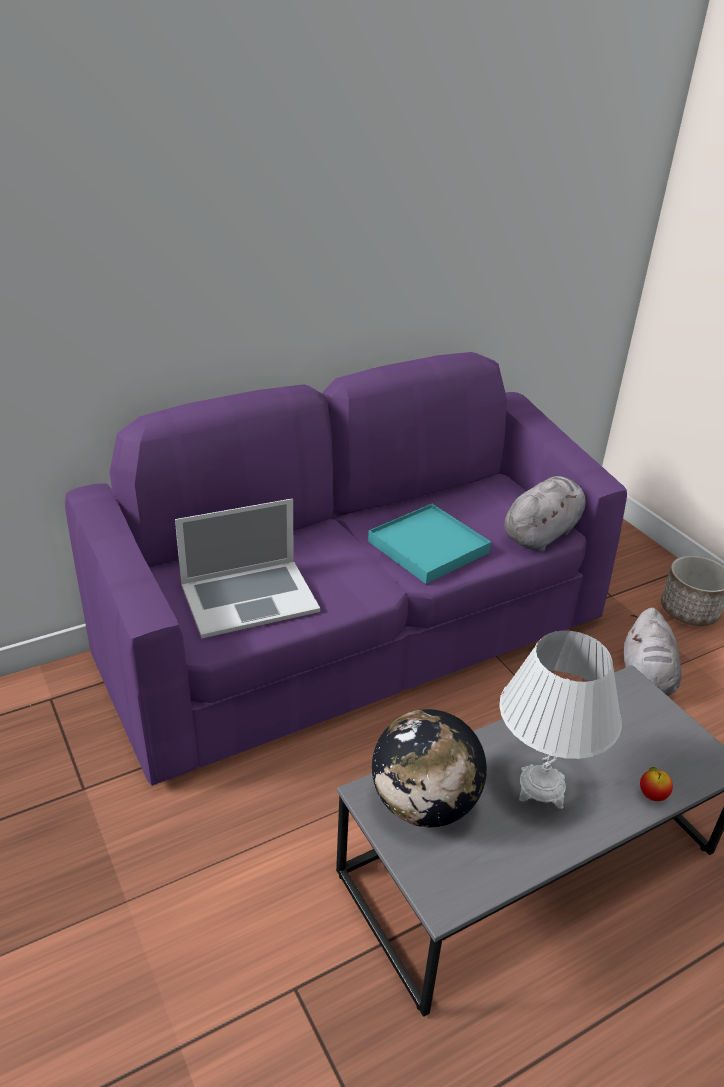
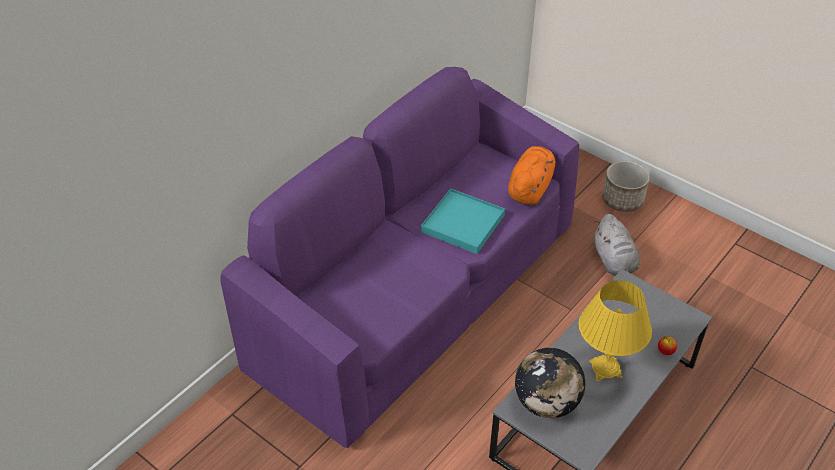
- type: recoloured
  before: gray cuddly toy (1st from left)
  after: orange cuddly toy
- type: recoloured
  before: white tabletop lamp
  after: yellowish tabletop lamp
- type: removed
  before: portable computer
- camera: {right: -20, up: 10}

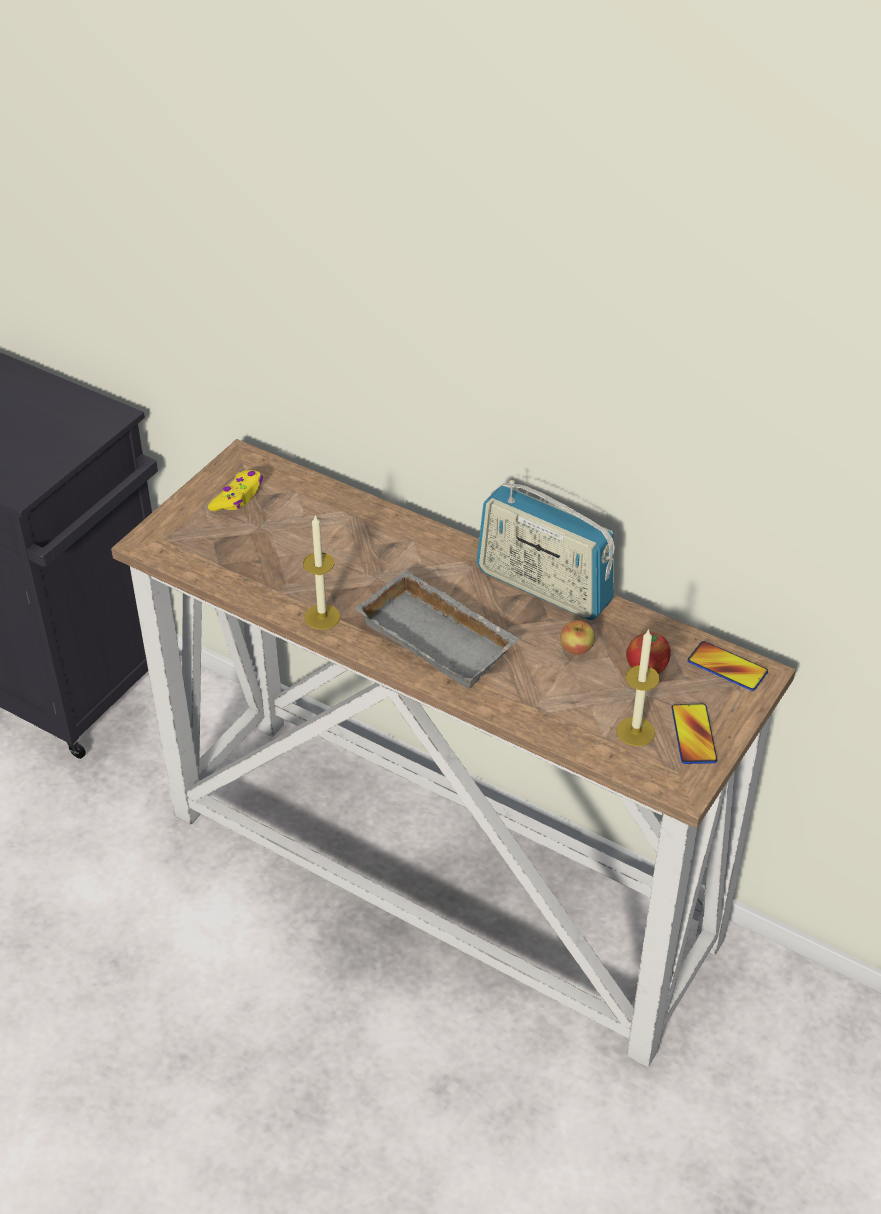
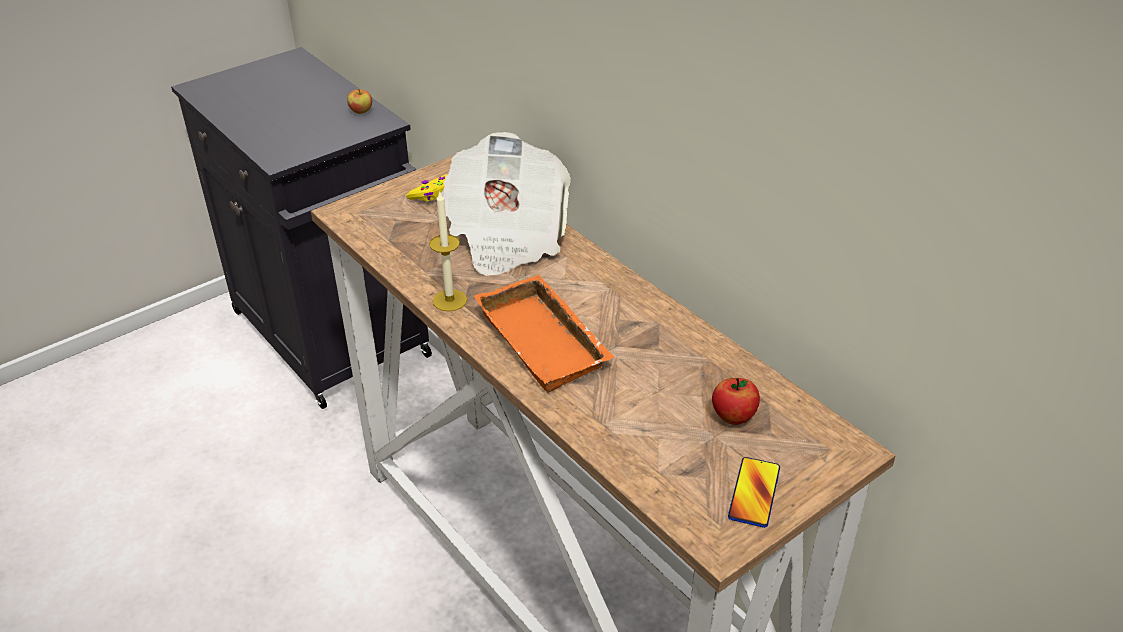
- type: moved
  before: apple (1st from left)
- type: added
  after: printed paper
- type: recoloured
  before: gray serving tray
  after: orange serving tray
- type: removed
  before: radio receiver
- type: removed
  before: candle (2nd from left)
- type: removed
  before: telephone (2nd from left)
- camera: {right: 20, up: -5}

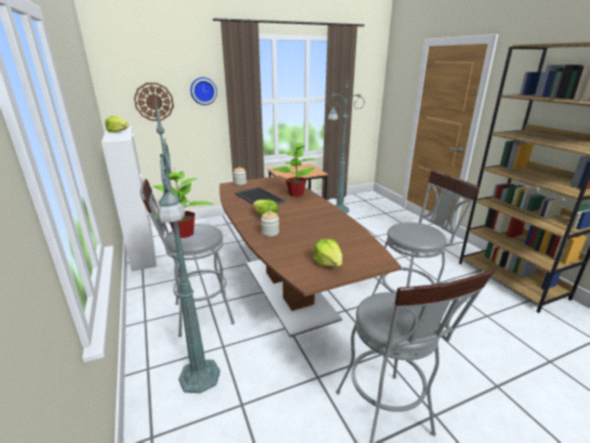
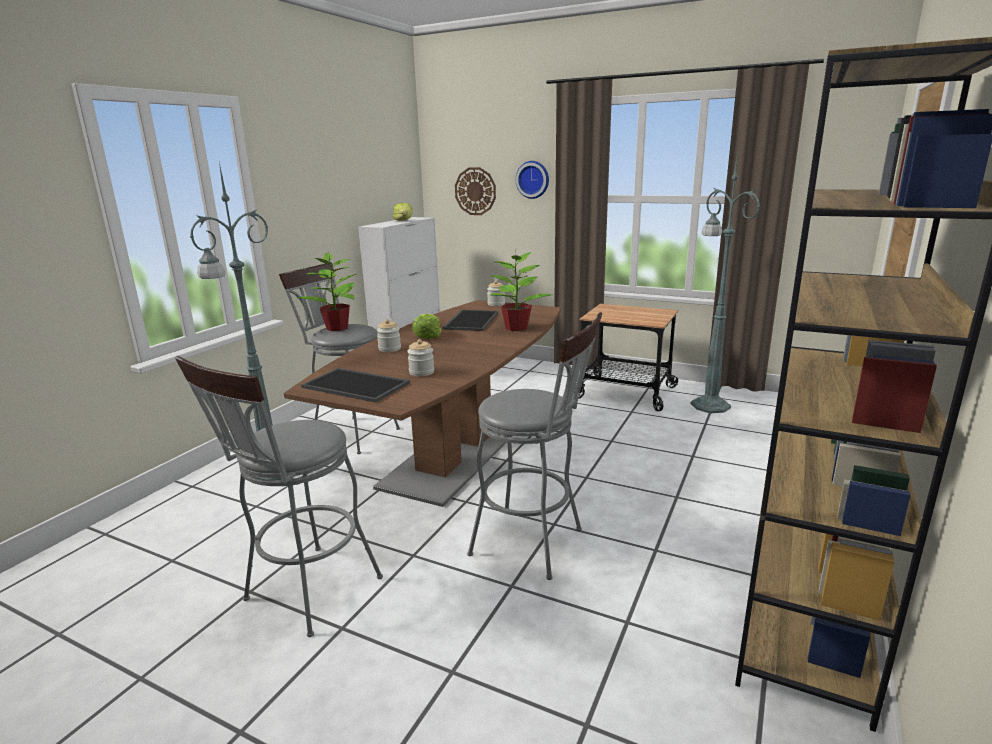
- type: replaced
  before: head of lettuce (3rd from left)
  after: serving tray (1st from left)
- type: added
  after: preserve jar (2nd from left)
- camera: {right: 50, up: -5}

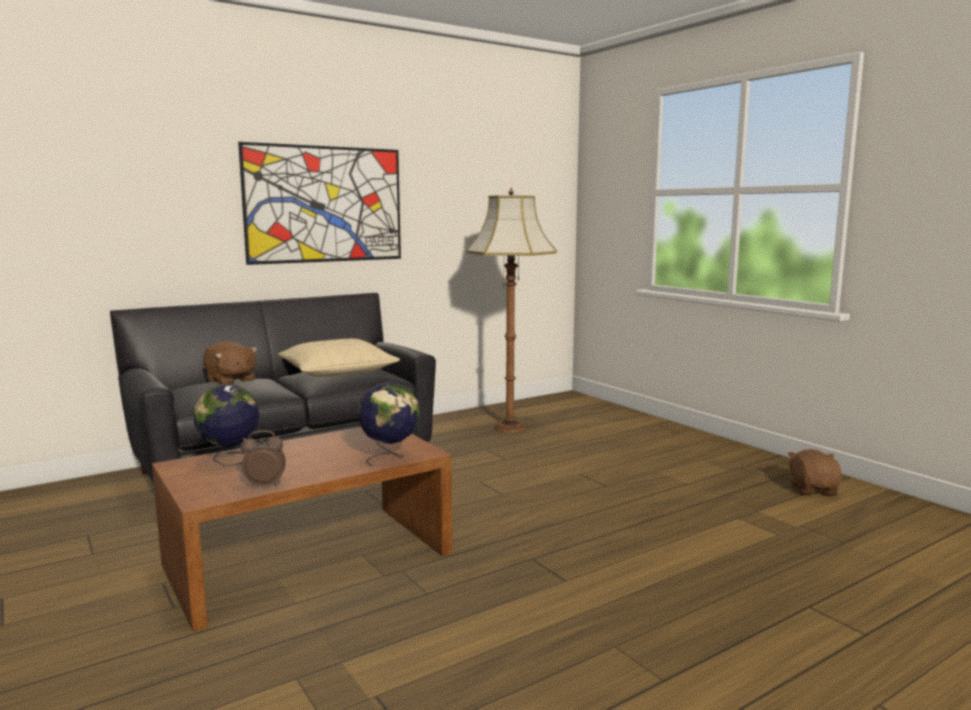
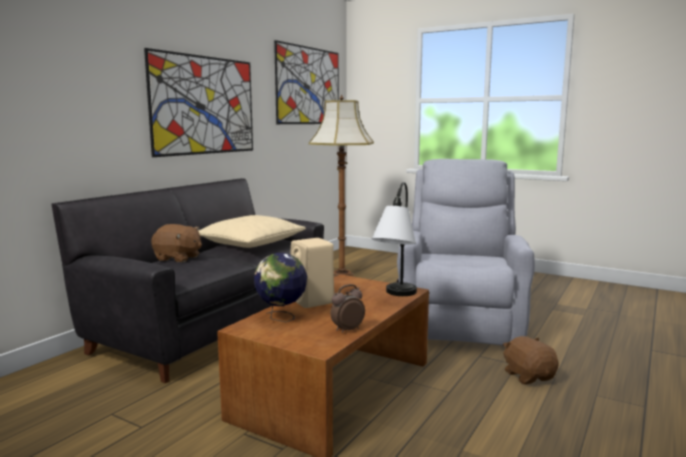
- type: added
  after: wall picture (2nd from left)
- type: added
  after: beige audio speaker
- type: replaced
  before: globe (2nd from left)
  after: tabletop lamp
- type: added
  after: gray lounge chair
- type: moved
  before: brownish cuddly toy (2nd from left)
- camera: {right: -25, up: 0}

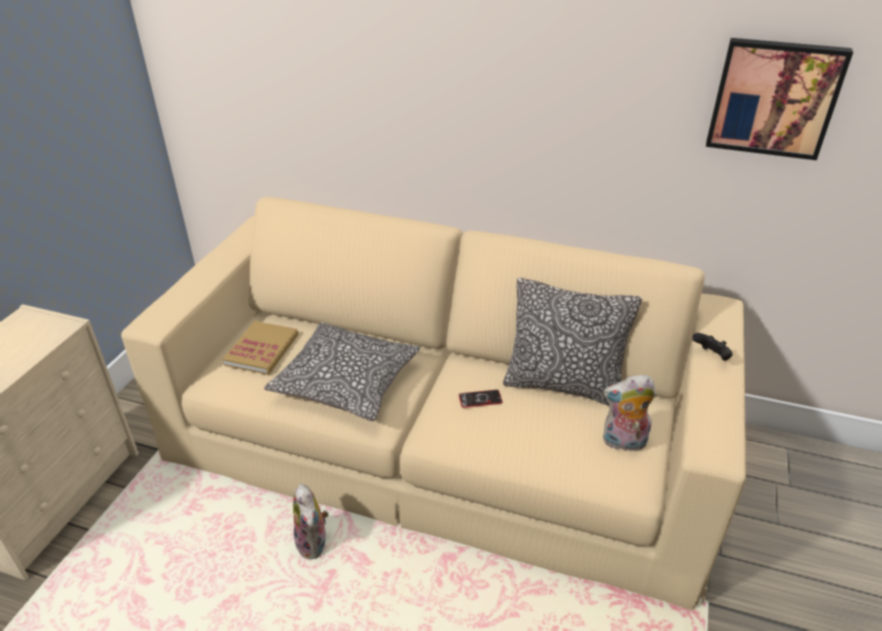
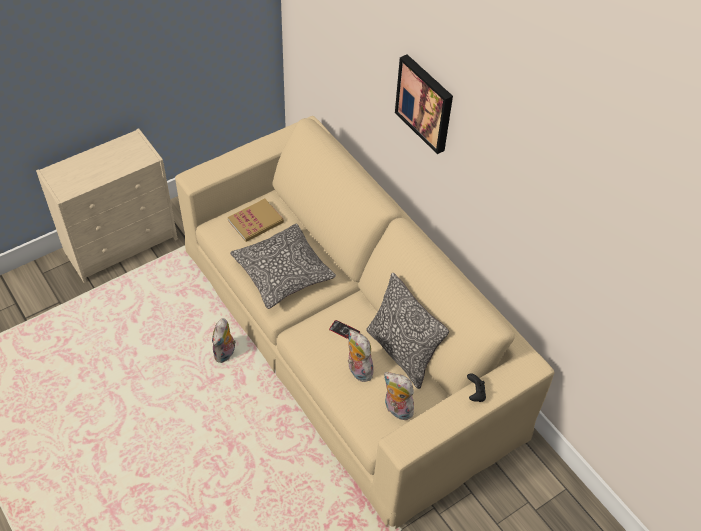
- type: added
  after: cuddly toy (2nd from left)
- type: moved
  before: wall picture
- camera: {right: 35, up: 15}

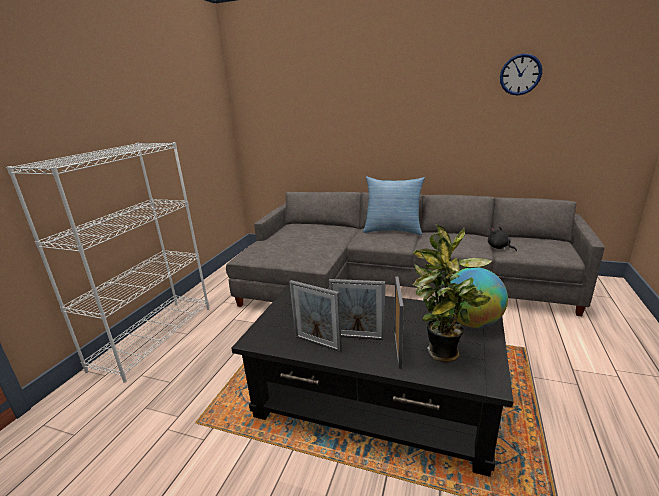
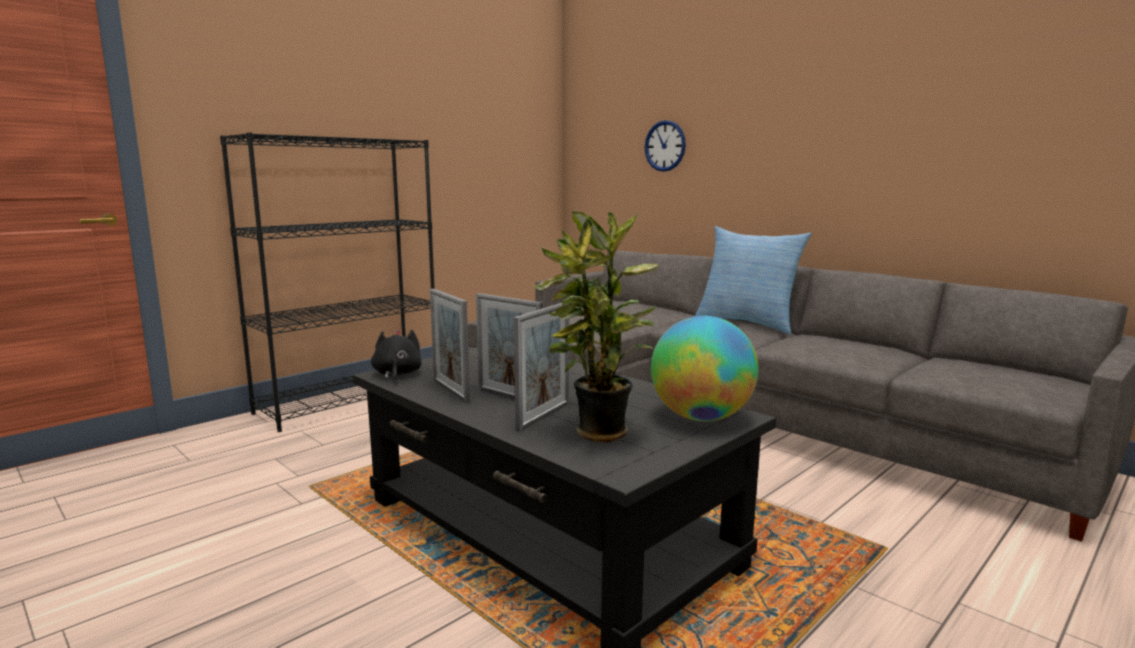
- type: recoloured
  before: white bookcase
  after: blackish bookcase
- type: moved
  before: blackish cuddly toy
- type: moved
  before: hanging clock
- camera: {right: 25, up: -10}

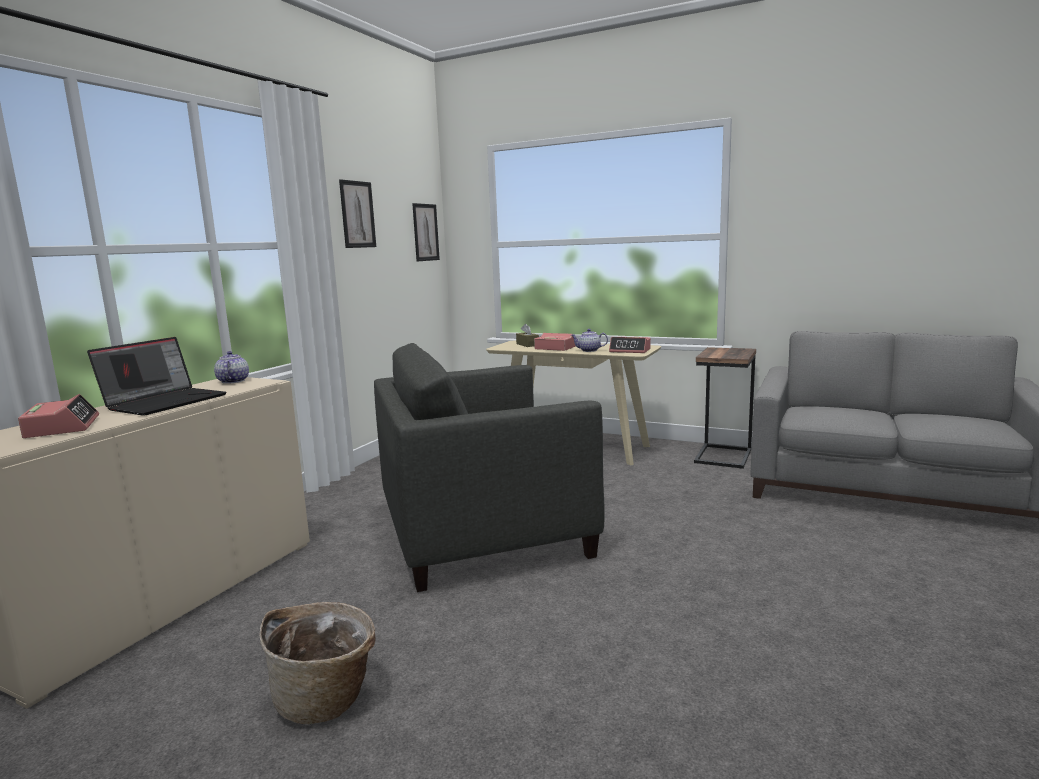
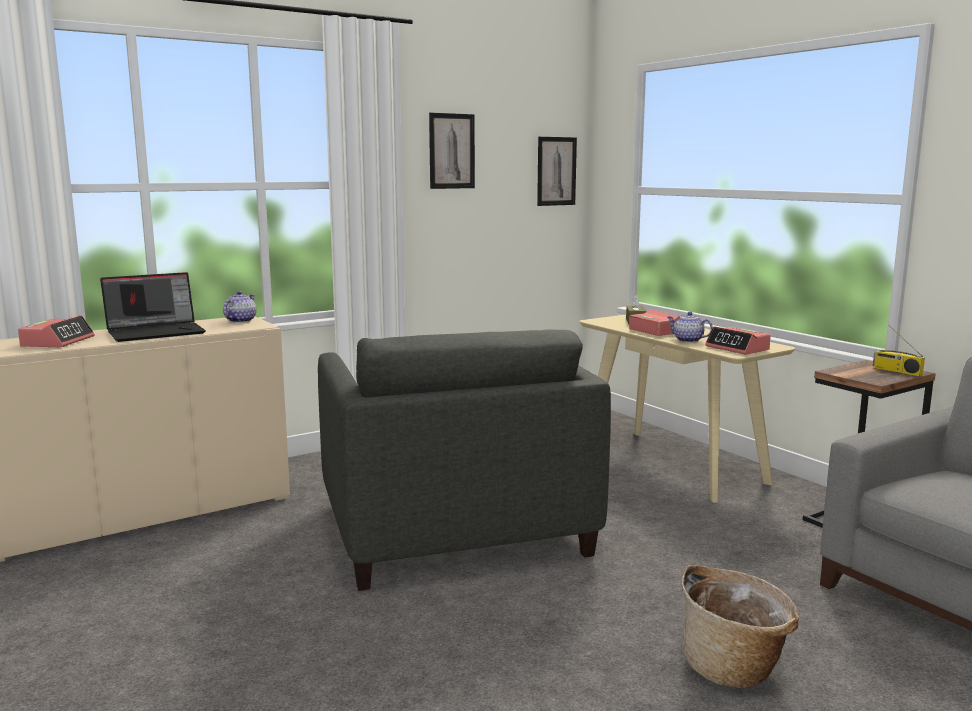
- type: turned
  before: gray lounge chair
  turn: -120
- type: moved
  before: basket
- type: added
  after: radio receiver
- camera: {right: 30, up: 0}

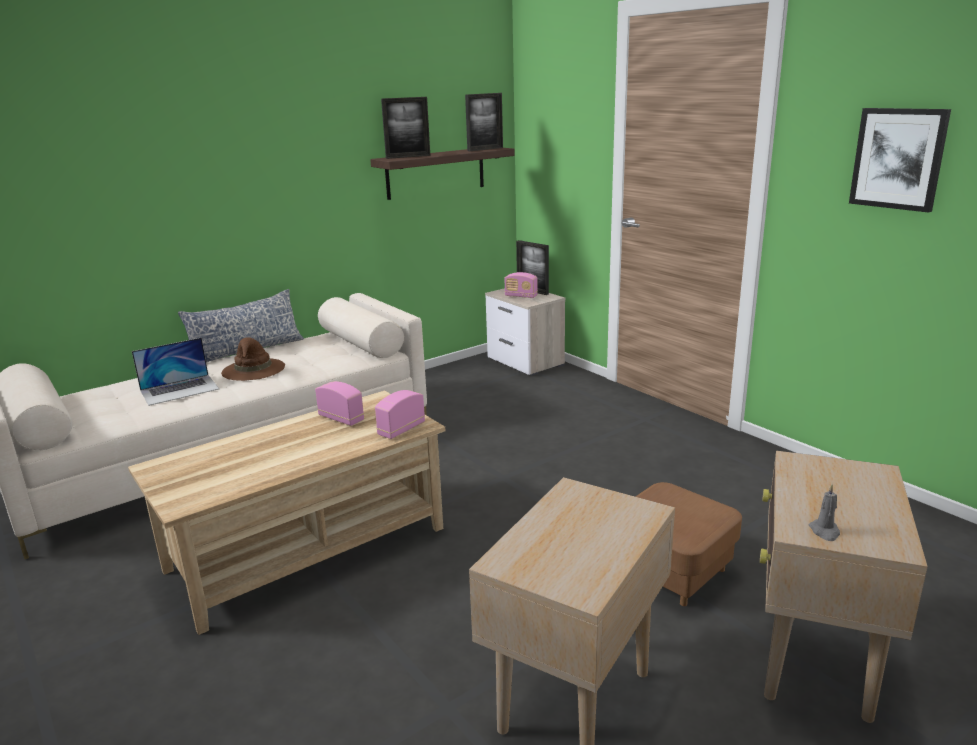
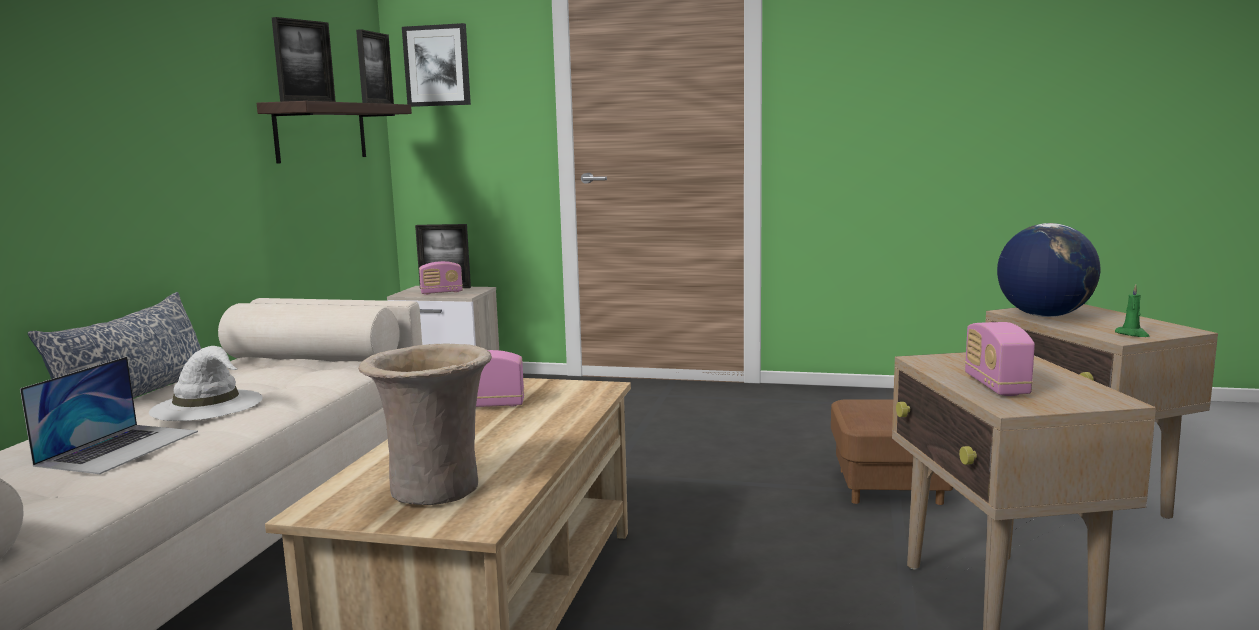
- type: recoloured
  before: brownish wearable hat
  after: white wearable hat
- type: added
  after: beige flower vase
- type: moved
  before: wall picture
- type: moved
  before: radio receiver (2nd from left in the first image)
  after: radio receiver (3rd from left)
- type: added
  after: globe
- type: recoloured
  before: gray candle
  after: green-coloured candle
- camera: {right: -40, up: -10}

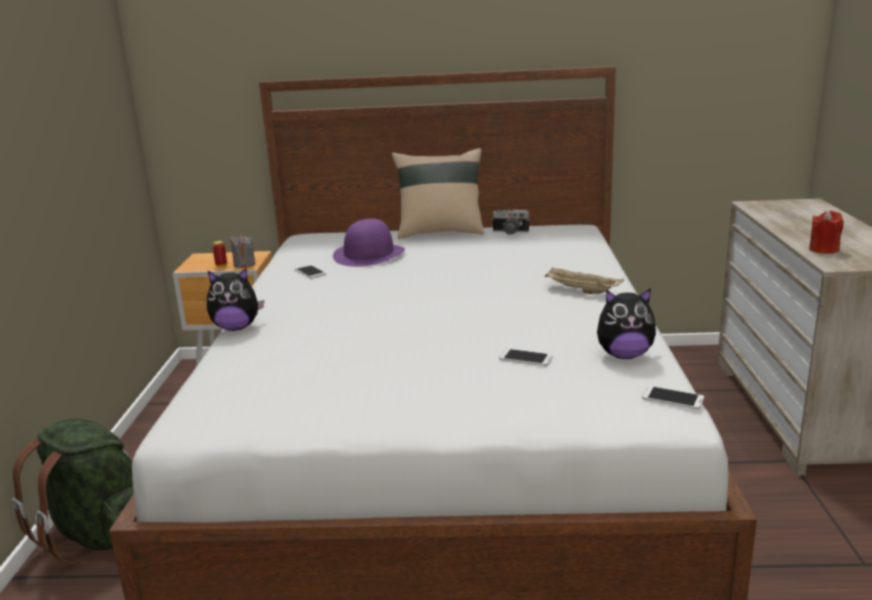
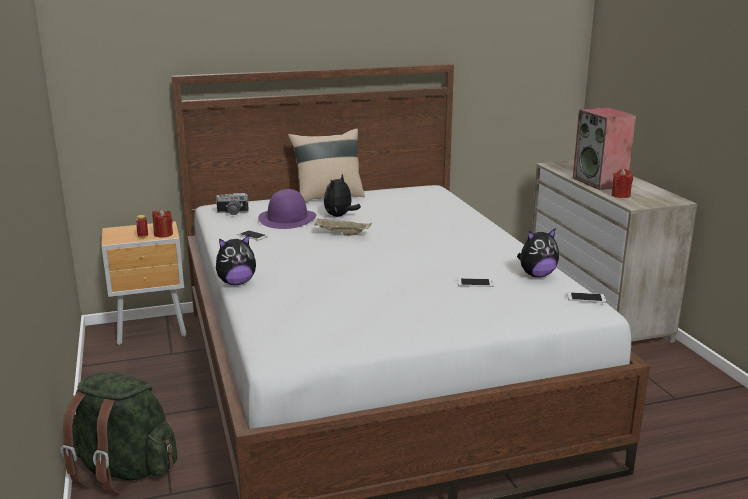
- type: recoloured
  before: gray candle
  after: red-coloured candle (1st from left)
- type: moved
  before: photo camera
- type: moved
  before: beige serving tray
- type: added
  after: cuddly toy (2nd from left)
- type: added
  after: audio speaker
- camera: {right: -20, up: 0}

